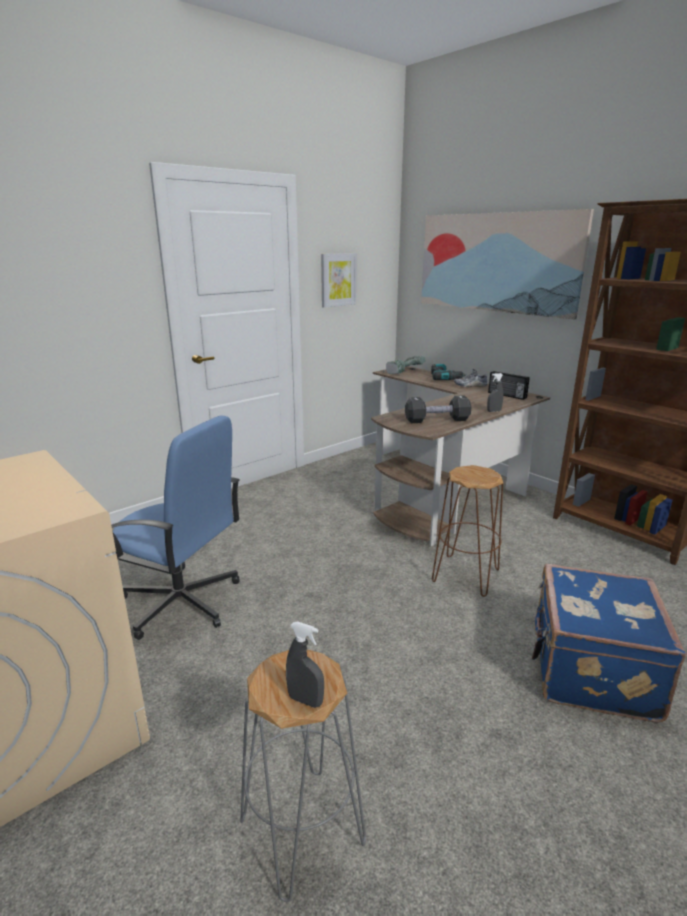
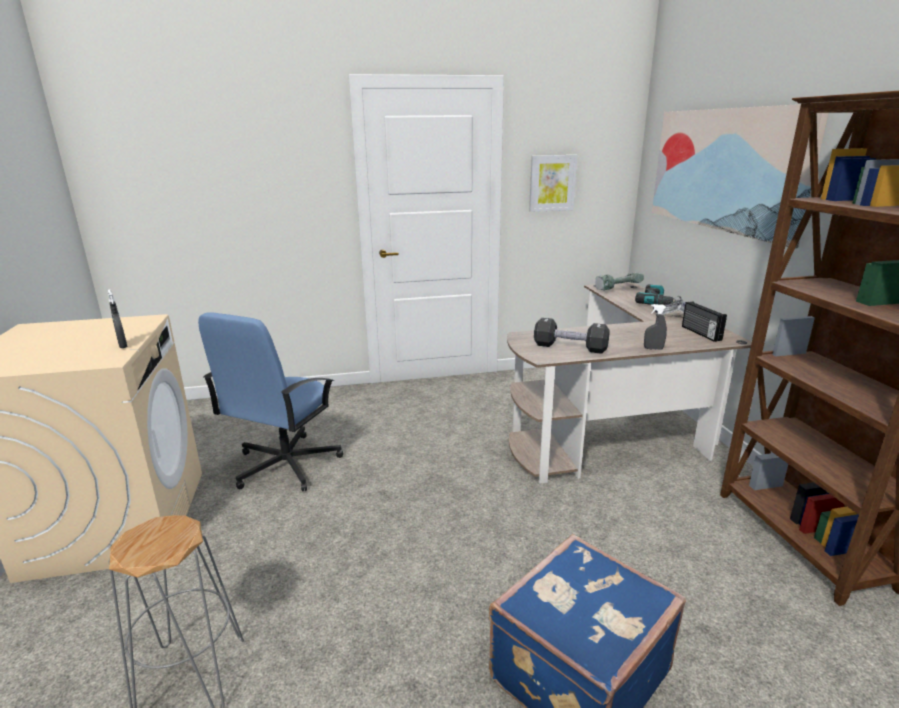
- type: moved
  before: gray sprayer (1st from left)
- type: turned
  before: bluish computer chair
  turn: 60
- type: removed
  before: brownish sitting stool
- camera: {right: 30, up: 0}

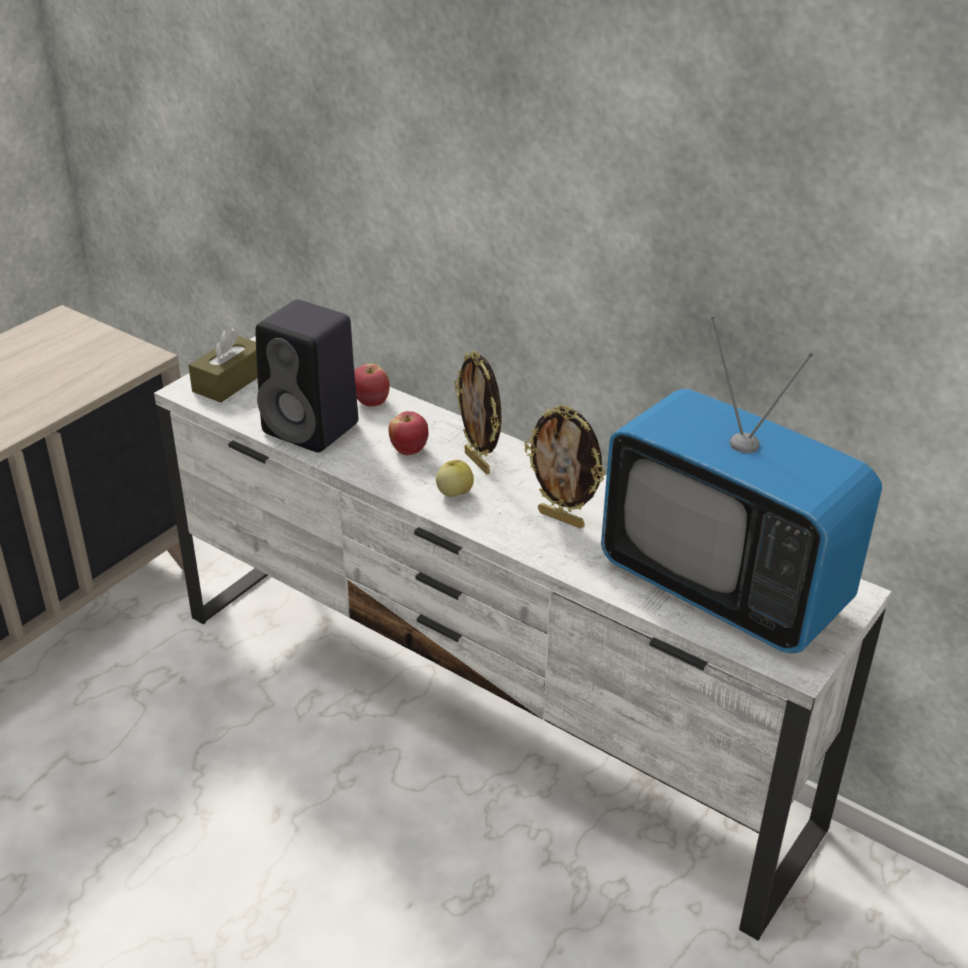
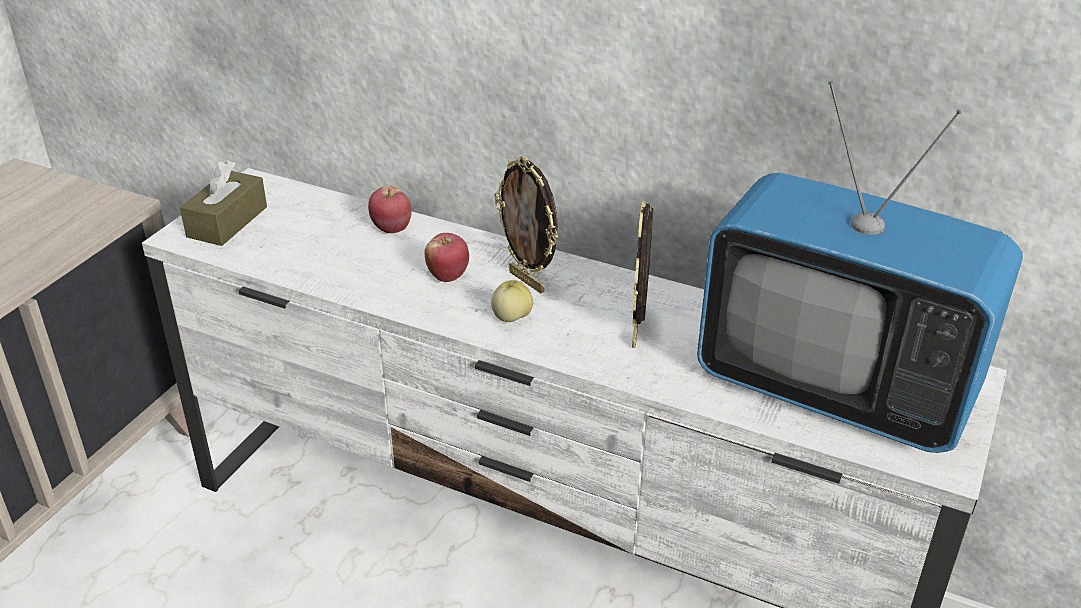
- type: turned
  before: picture frame (2nd from left)
  turn: 75
- type: removed
  before: blackish audio speaker
- camera: {right: -10, up: 0}

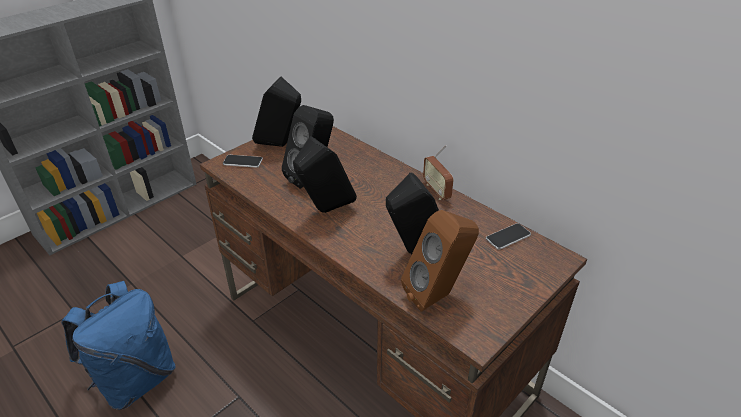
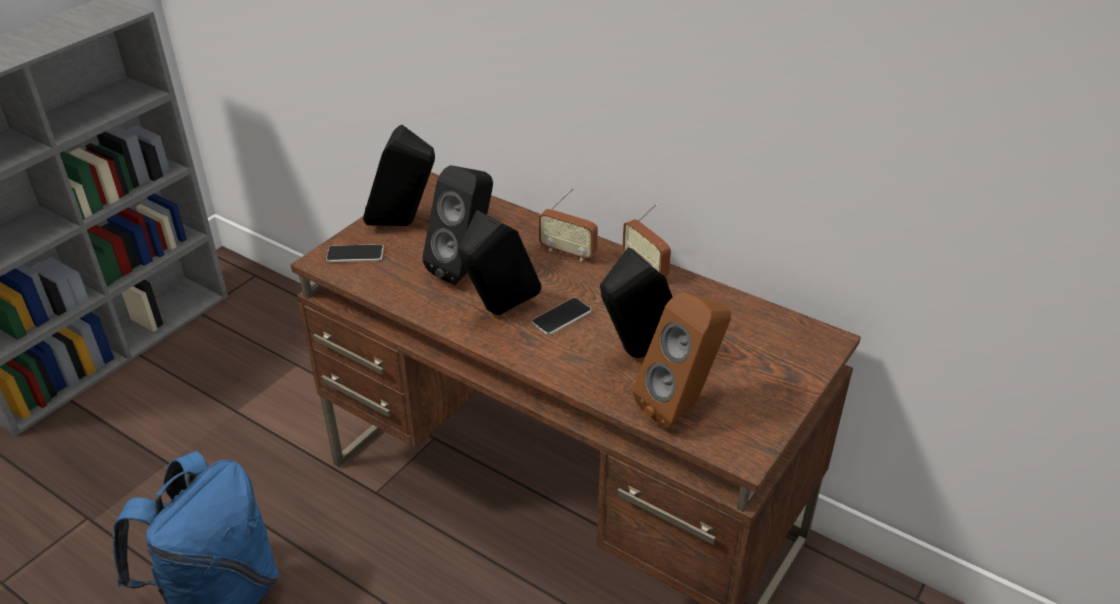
- type: moved
  before: telephone (2nd from left)
- type: added
  after: radio receiver (1st from left)
- camera: {right: -10, up: 0}

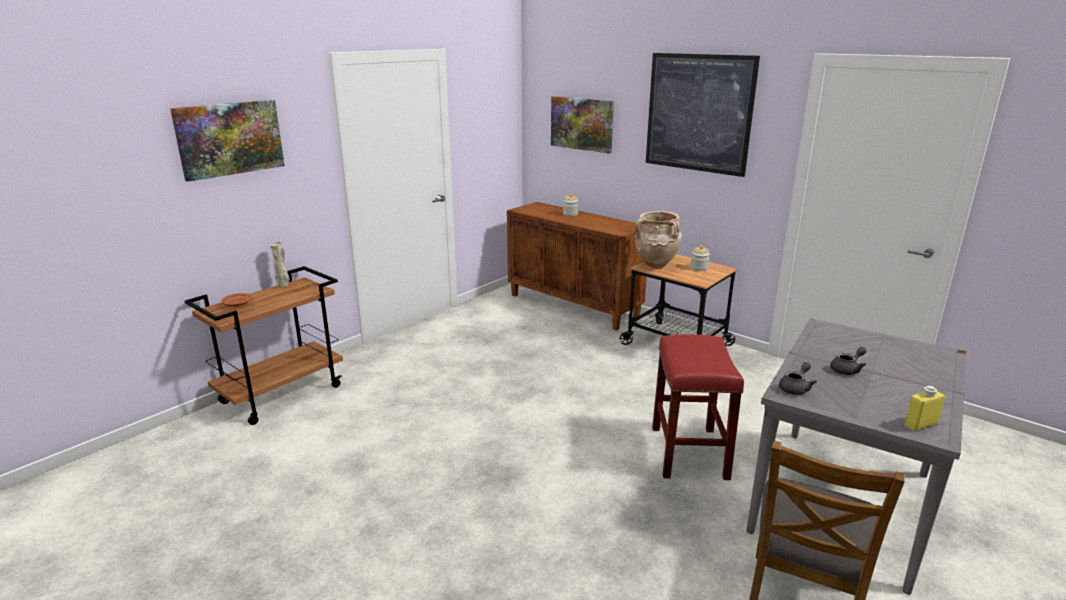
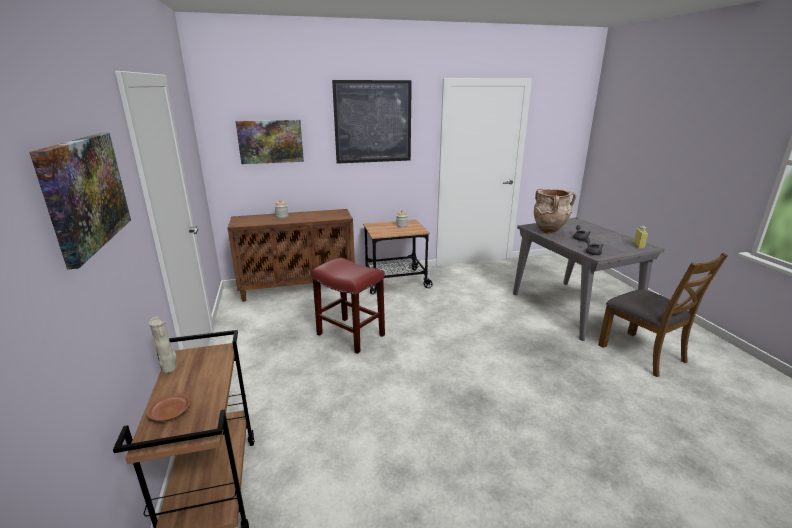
- type: moved
  before: red-coloured sitting stool
- type: moved
  before: beige flower vase (2nd from left)
- camera: {right: -55, up: 0}

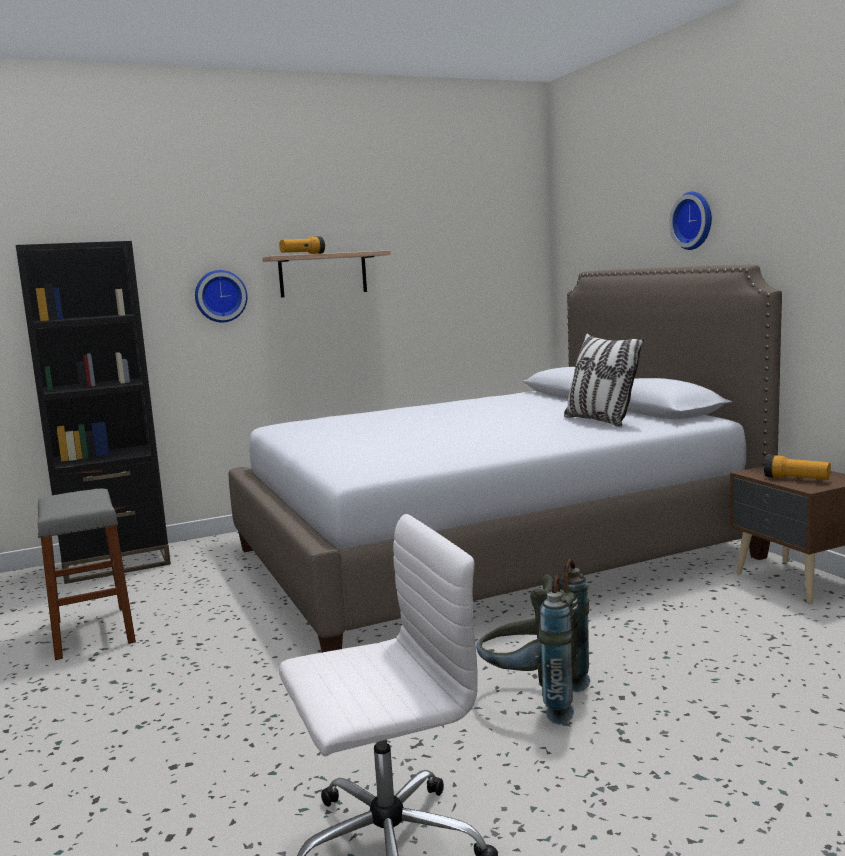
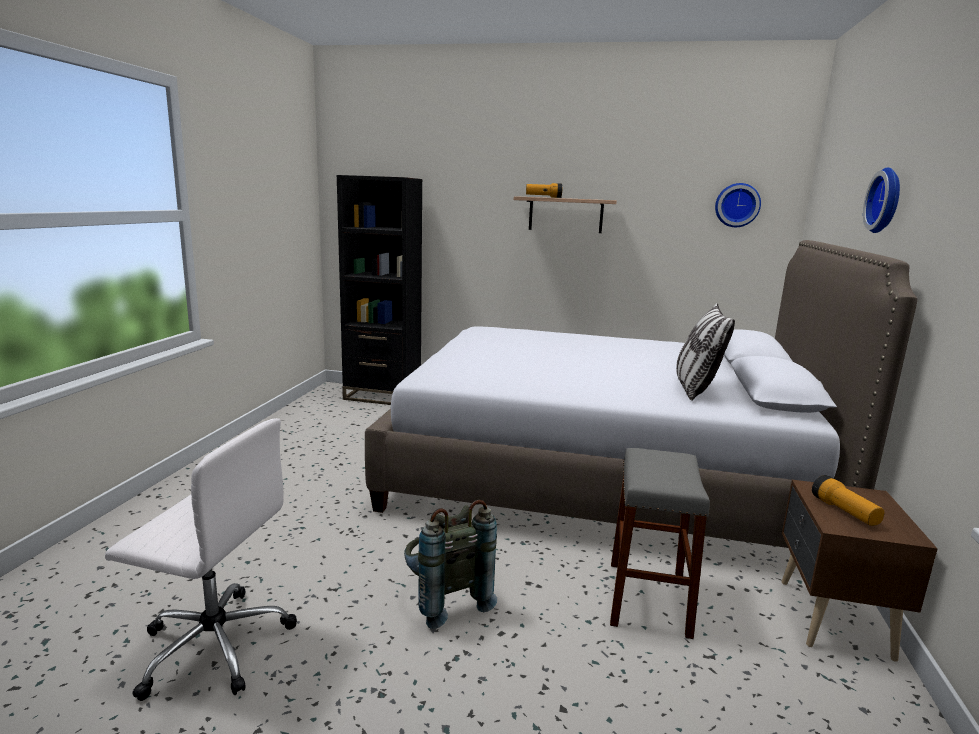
- type: moved
  before: gray sitting stool
- type: moved
  before: hanging clock (1st from left)
- camera: {right: 35, up: 5}

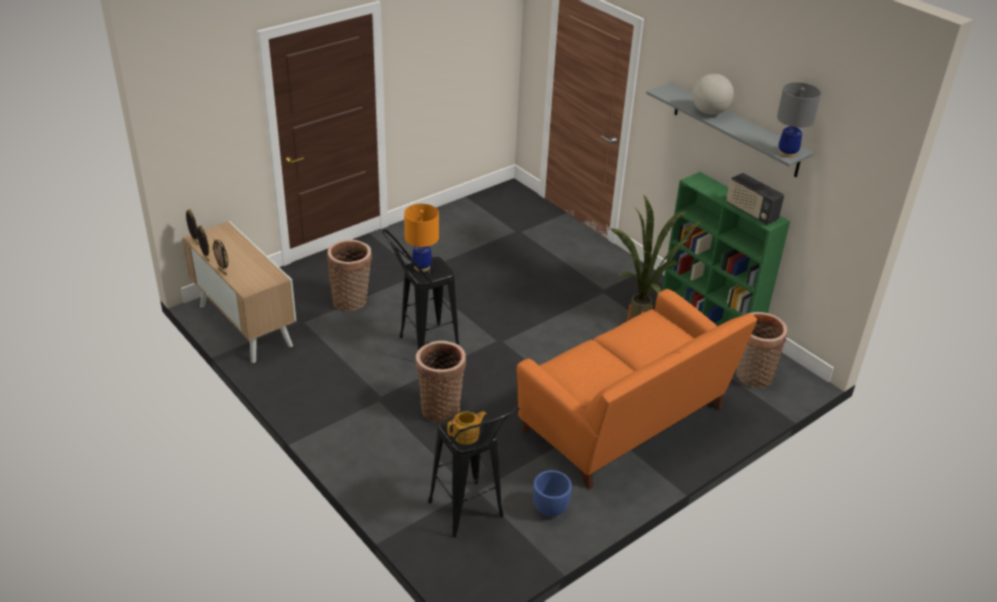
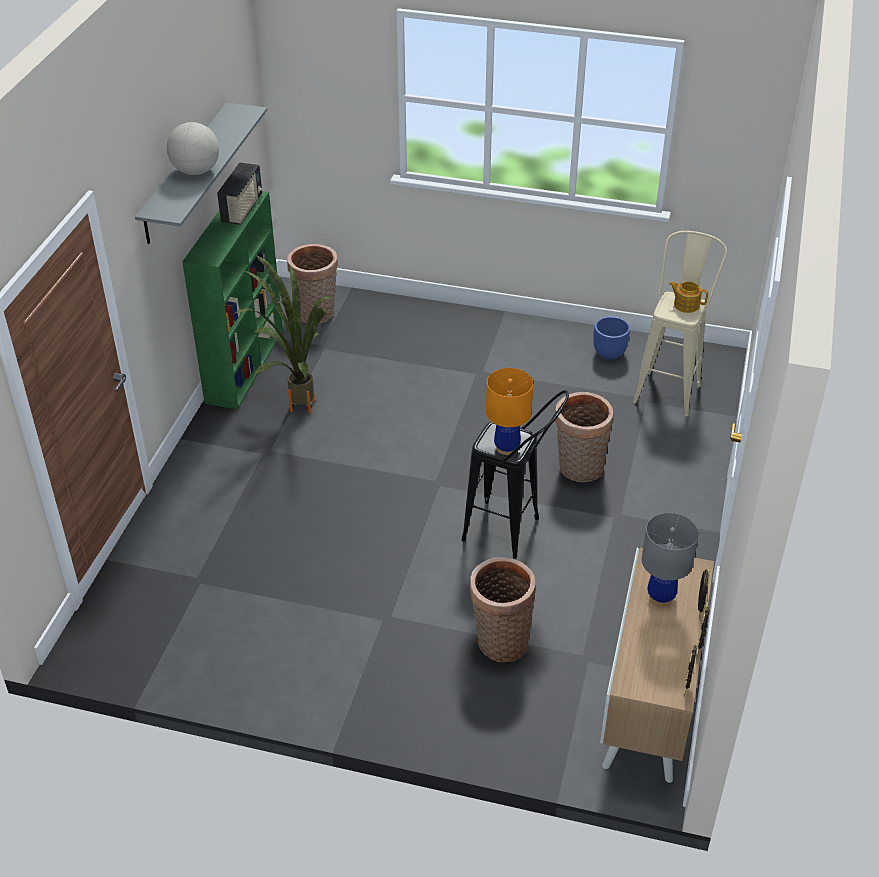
- type: recoloured
  before: blackish sitting stool (2nd from left)
  after: beige sitting stool
- type: moved
  before: gray tabletop lamp
- type: removed
  before: orange settee
- camera: {right: -125, up: 5}

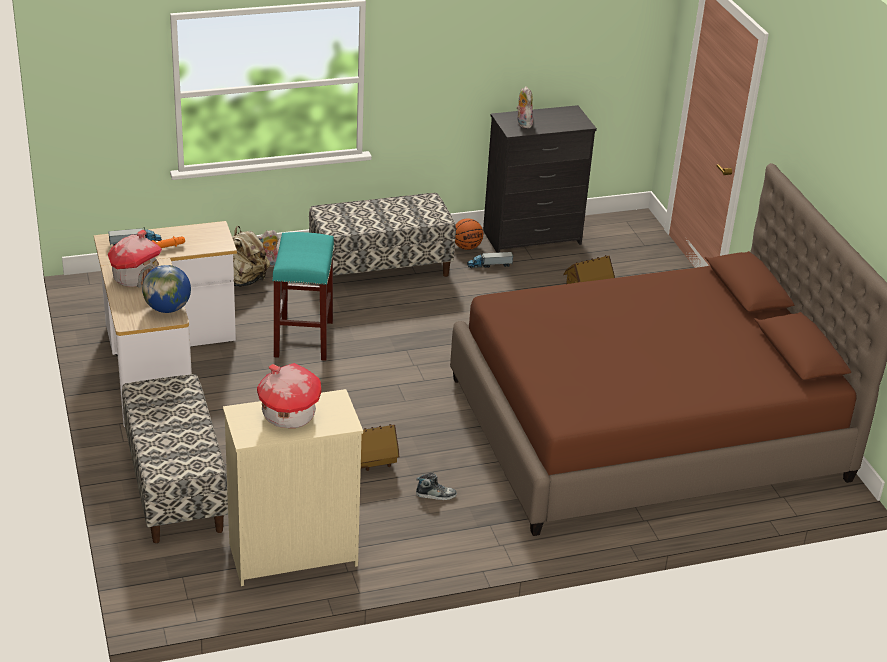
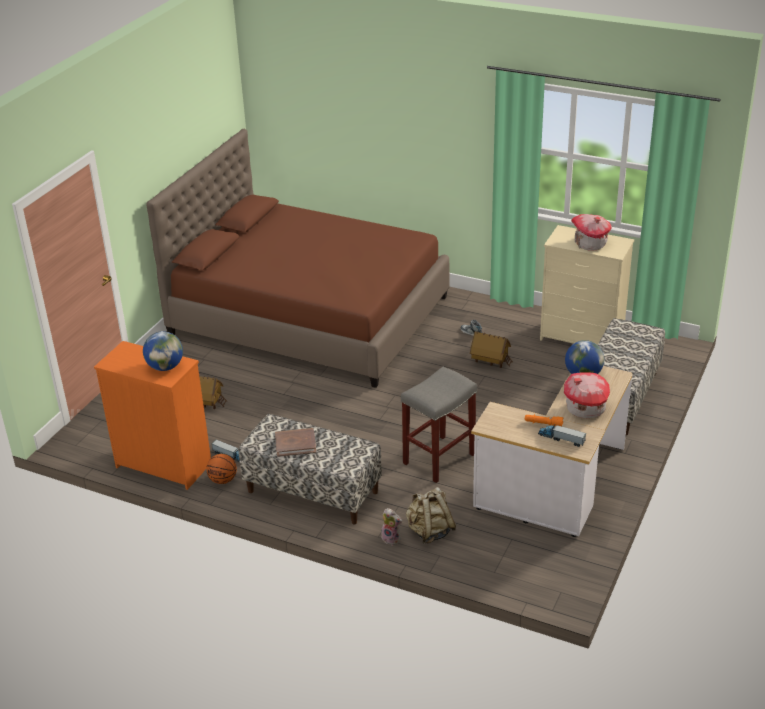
- type: recoloured
  before: blackish drawer chest
  after: orange drawer chest
- type: replaced
  before: cuddly toy (2nd from left)
  after: globe (1st from left)
- type: added
  after: brownish bound book
- type: recoloured
  before: blue-green sitting stool
  after: gray sitting stool
- camera: {right: -135, up: 0}

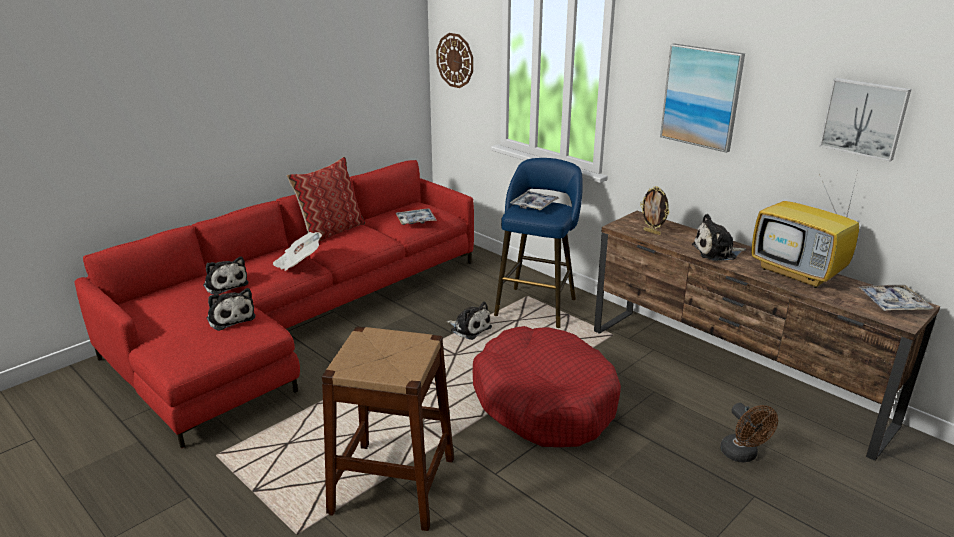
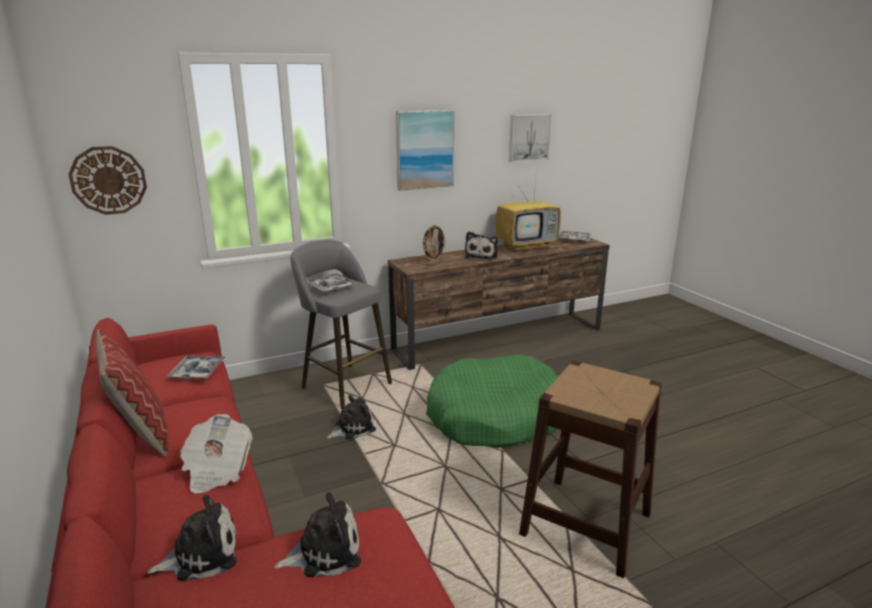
- type: recoloured
  before: bluish sitting stool
  after: gray sitting stool
- type: recoloured
  before: red-coloured dog bed
  after: green-coloured dog bed
- type: removed
  before: brownish electric fan
- camera: {right: -70, up: -5}

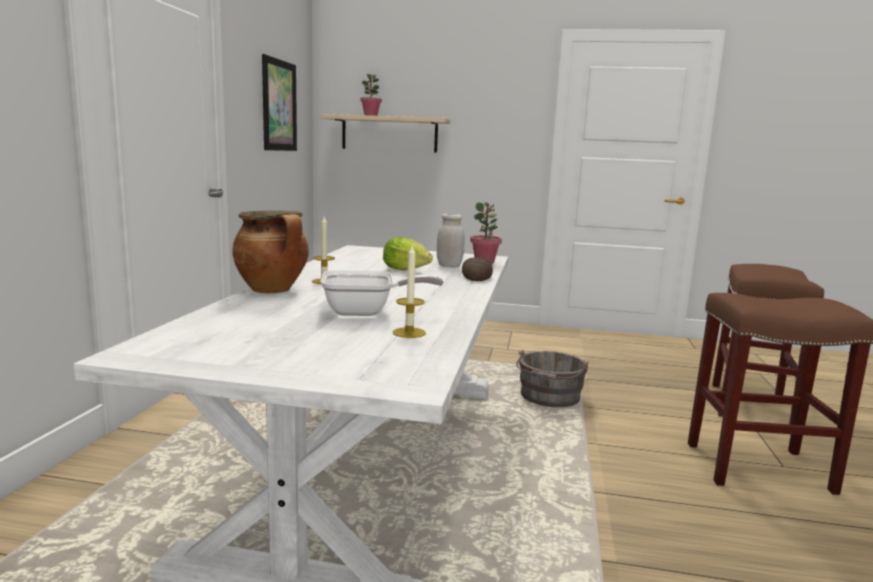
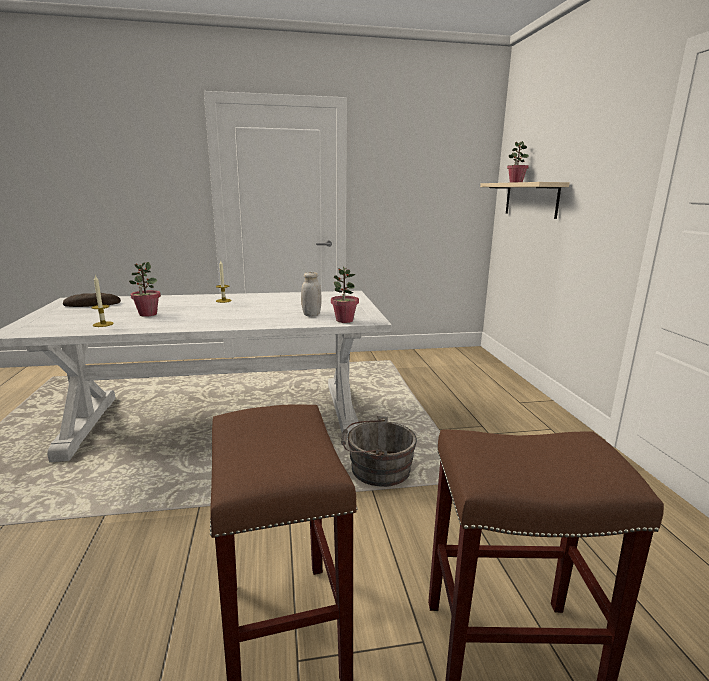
- type: moved
  before: baked bread
- type: replaced
  before: pan
  after: plant in a pot (1st from left)
- type: removed
  before: stockpot
- type: removed
  before: wall picture
- type: removed
  before: head of lettuce
- camera: {right: 70, up: 5}

